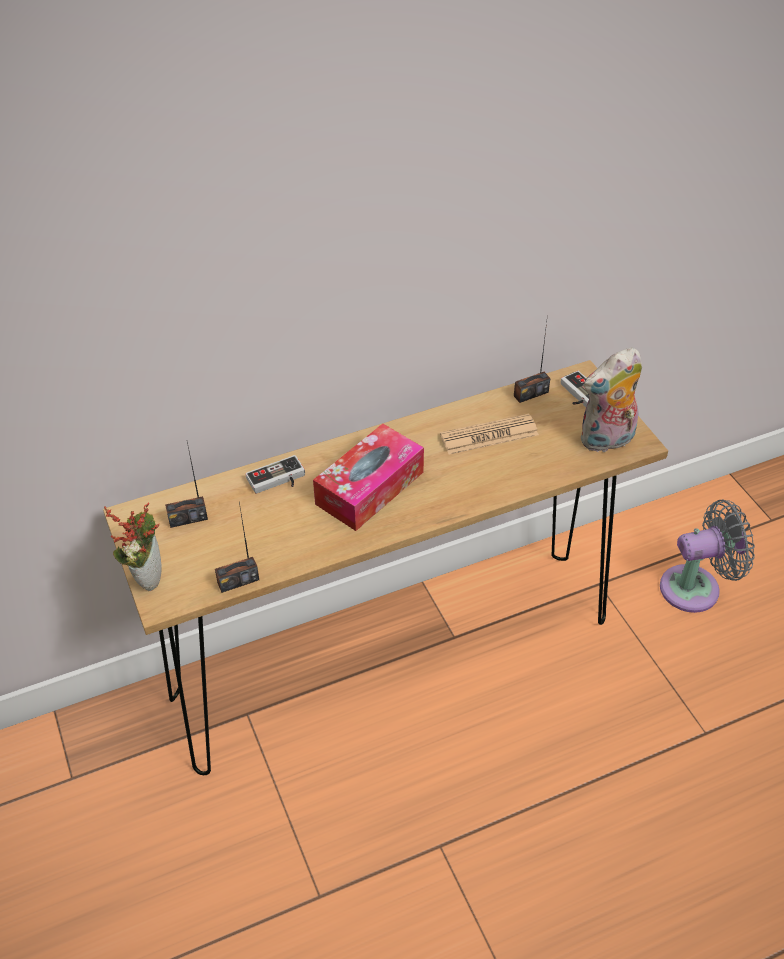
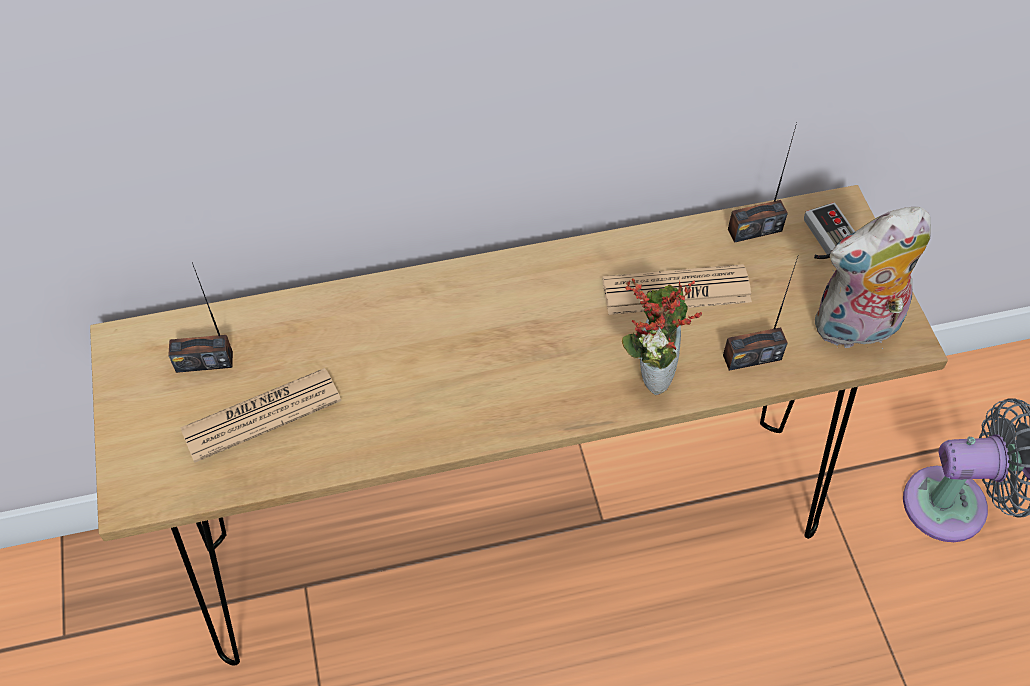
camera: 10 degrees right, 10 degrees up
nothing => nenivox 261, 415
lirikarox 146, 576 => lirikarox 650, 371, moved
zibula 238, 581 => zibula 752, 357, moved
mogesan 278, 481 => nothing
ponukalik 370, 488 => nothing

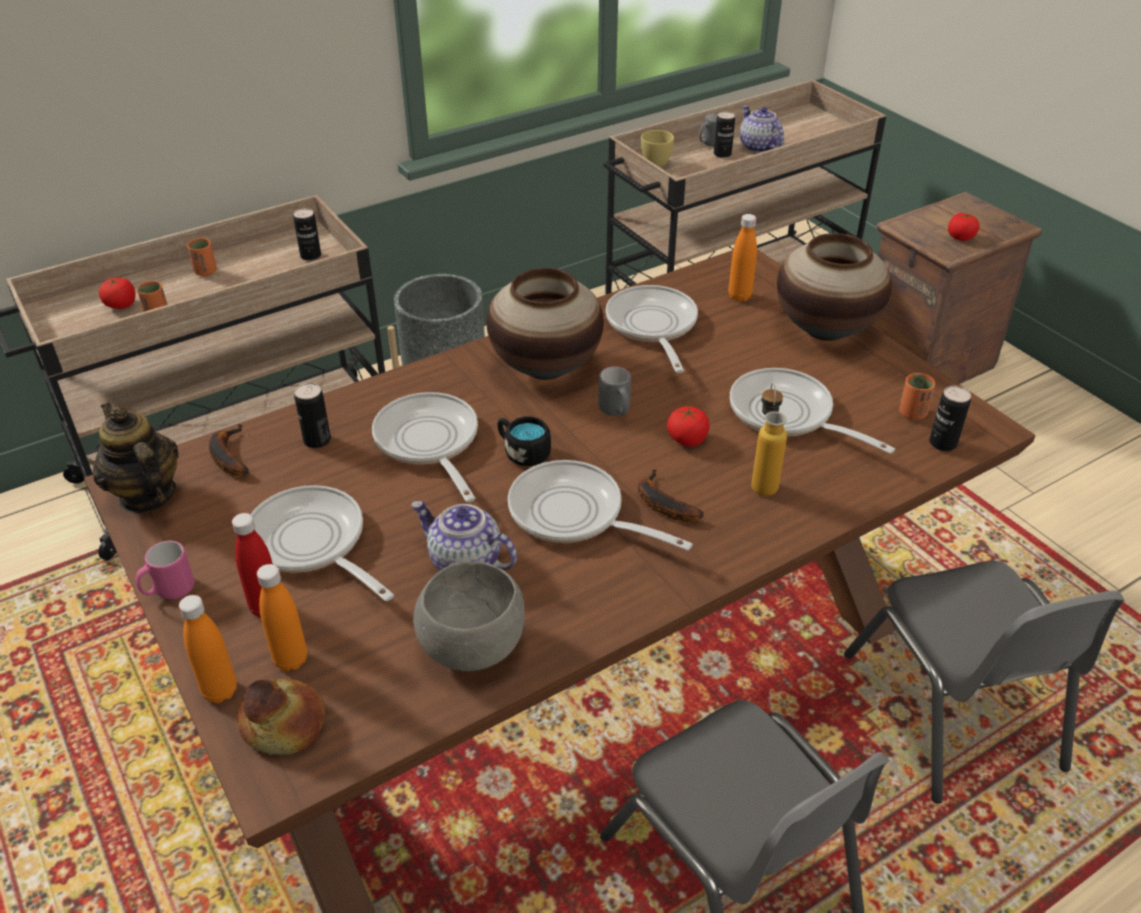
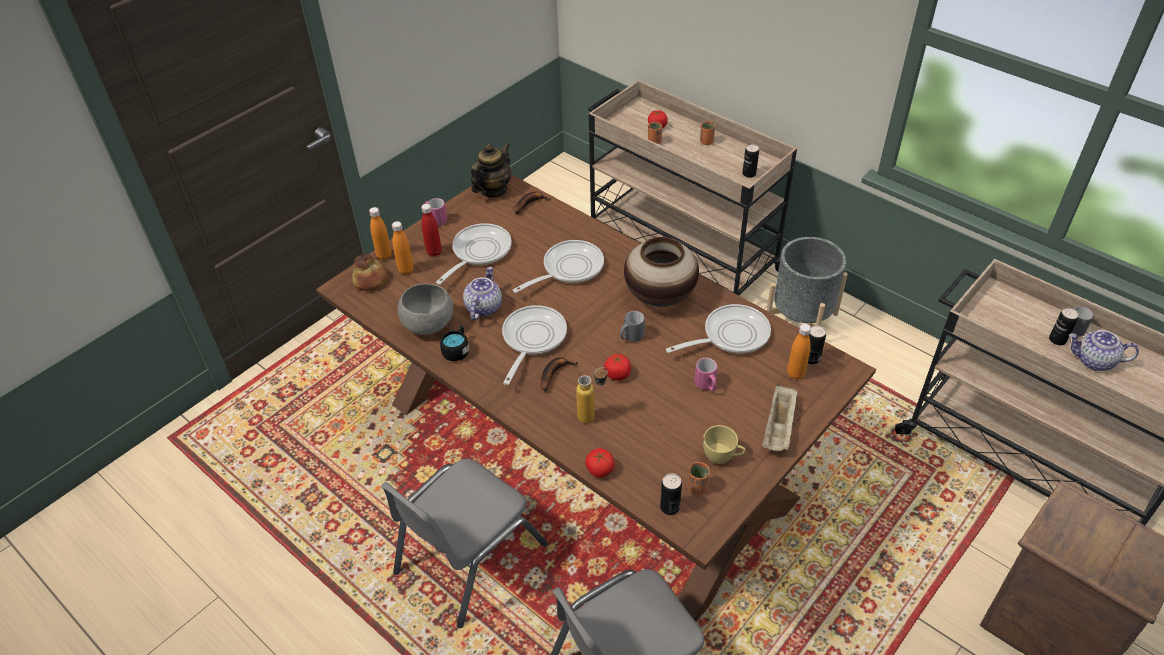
camera: 75 degrees right, 5 degrees up
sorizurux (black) 522, 452 => sorizurux (black) 457, 350, moved
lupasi 960, 237 => lupasi 599, 470, moved
nothing => sorizurux (pink) 706, 386
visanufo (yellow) 658, 161 => visanufo (yellow) 722, 457, moved
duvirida 825, 329 => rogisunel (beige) 779, 428
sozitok 317, 440 => sozitok 811, 358, moved
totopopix 758, 146 => totopopix 1094, 361, 120 degrees counterclockwise
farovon 787, 415 => nothing

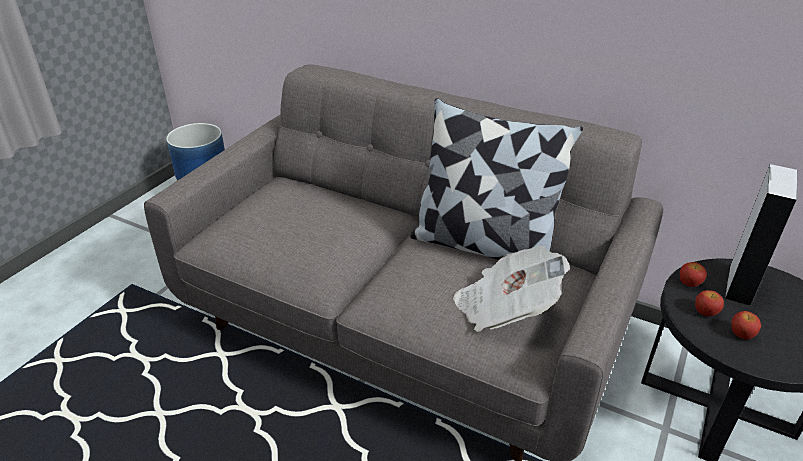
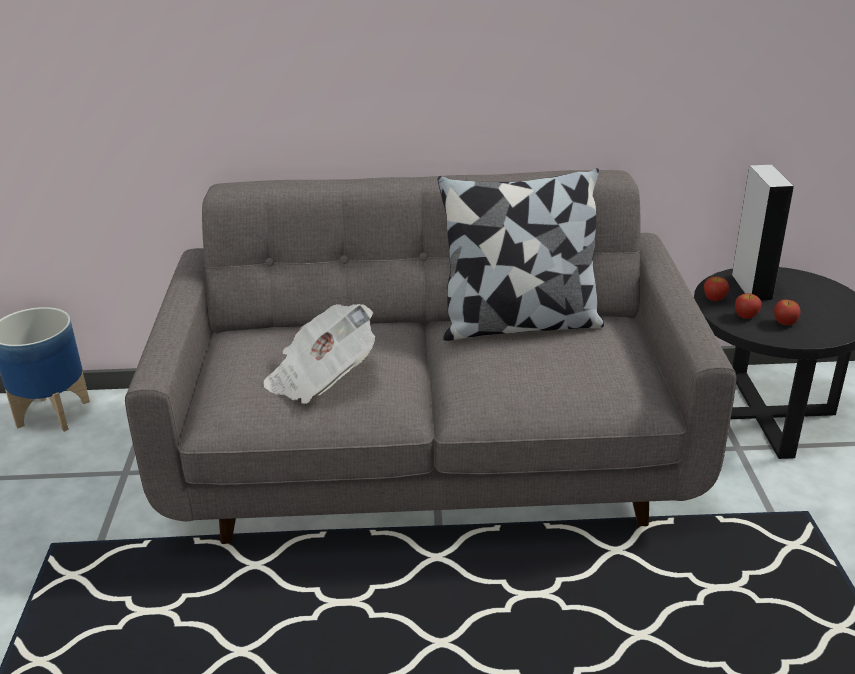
camera: 30 degrees left, 5 degrees down
nenivox 505, 308 => nenivox 321, 378, moved

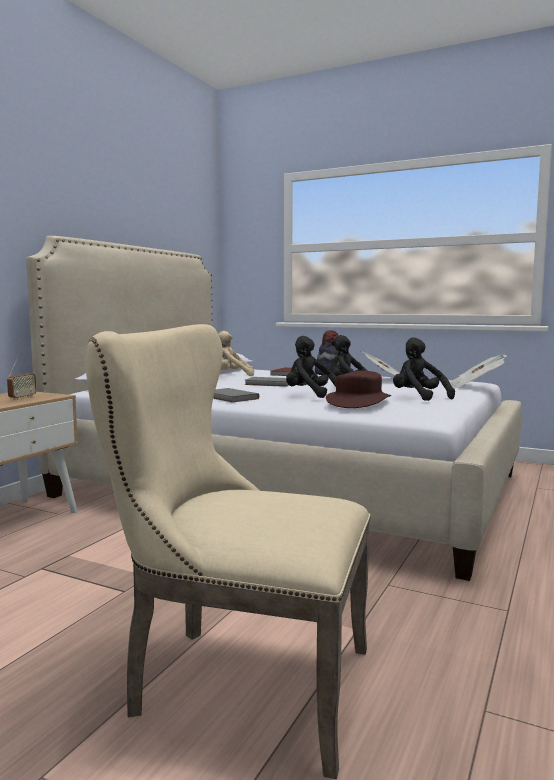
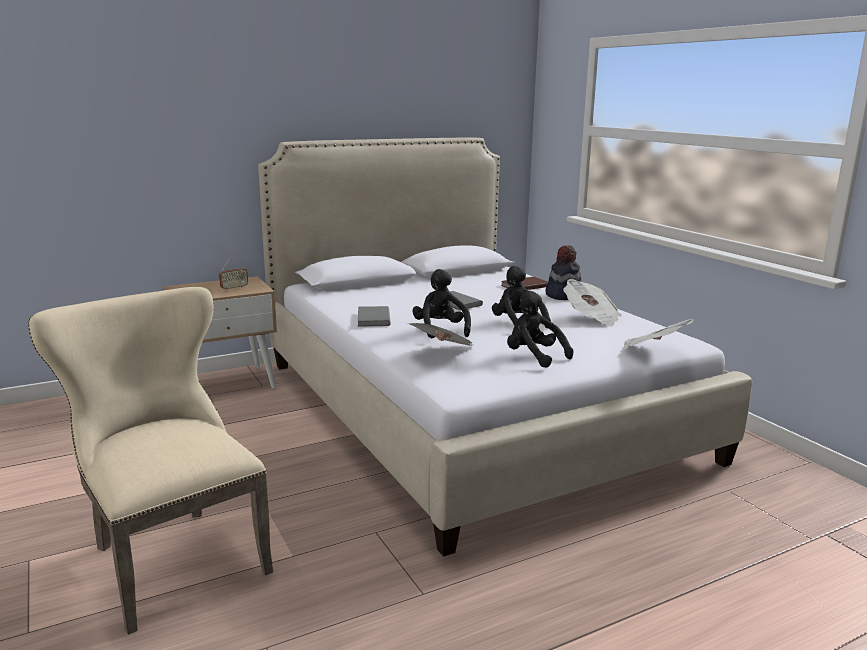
camera: 35 degrees right, 10 degrees up
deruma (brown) 358, 402 => nenivox 444, 352
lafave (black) 418, 397 => lafave (black) 534, 357, 45 degrees counterclockwise
lafave (beige) 232, 376 => nothing

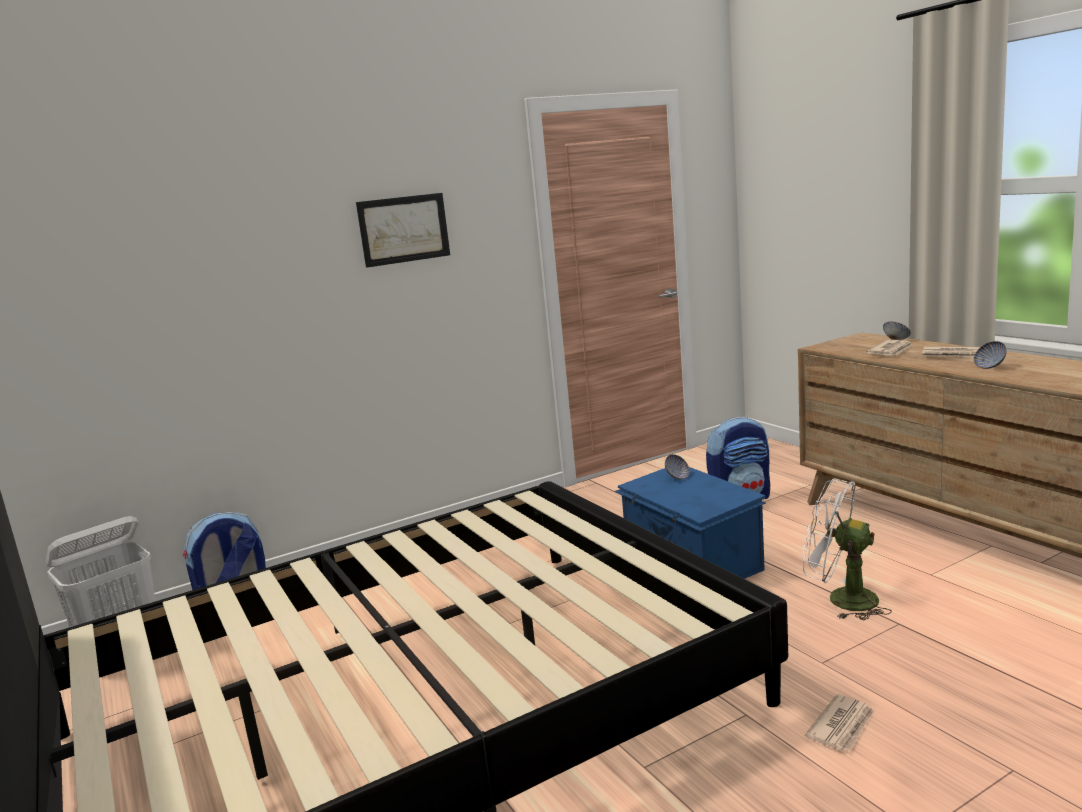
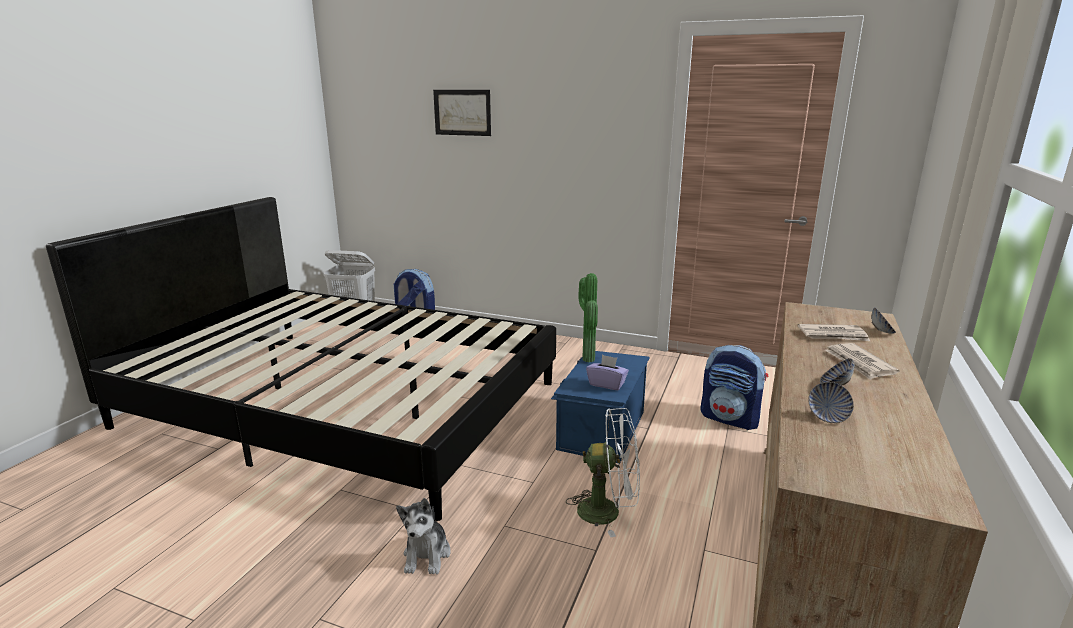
camera: 50 degrees right, 5 degrees up
nenivox 842, 726 => lafave 427, 555
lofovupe 404, 229 => lofovupe 462, 112, moved
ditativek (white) 841, 599 => ditativek (white) 608, 511, 105 degrees clockwise
nothing => lirikarox 586, 360
nothing => ponukalik (purple) 607, 384
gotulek 677, 477 => gotulek 827, 416, moved

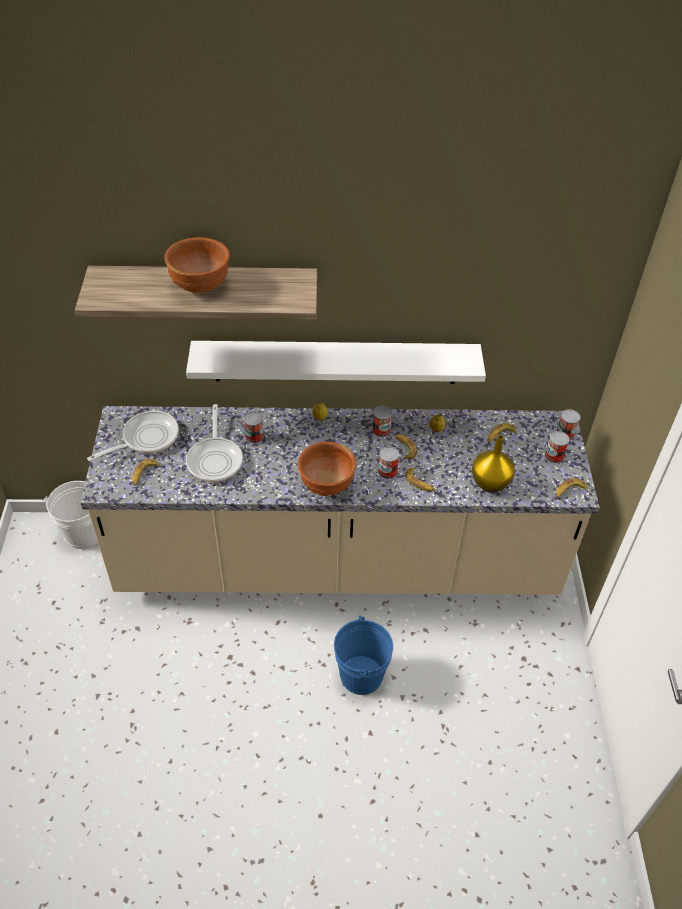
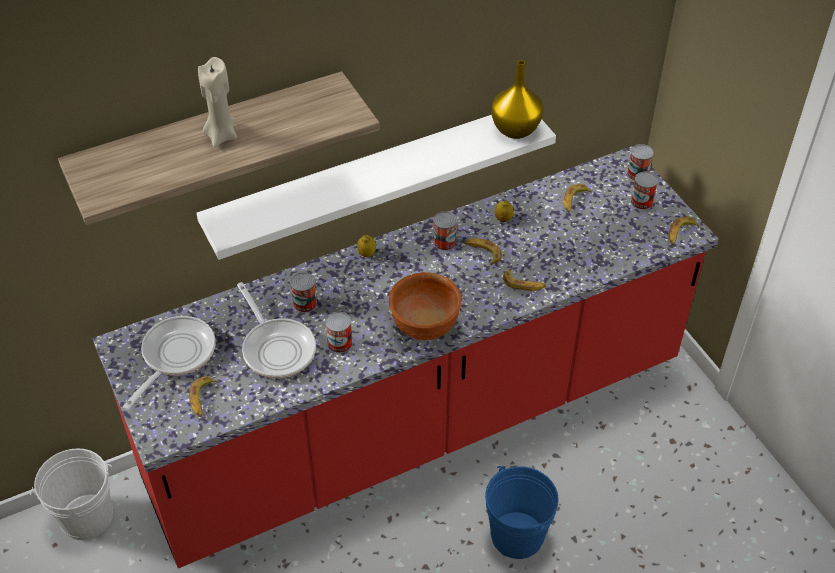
camera: 25 degrees left, 0 degrees up
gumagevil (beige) 337, 564 => gumagevil (red) 417, 424
gotulek (brown) 201, 286 => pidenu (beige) 221, 136
sozitok 387, 471 => sozitok 339, 343, moved
duvirida (yellow) 489, 483 => duvirida (yellow) 514, 130, moved

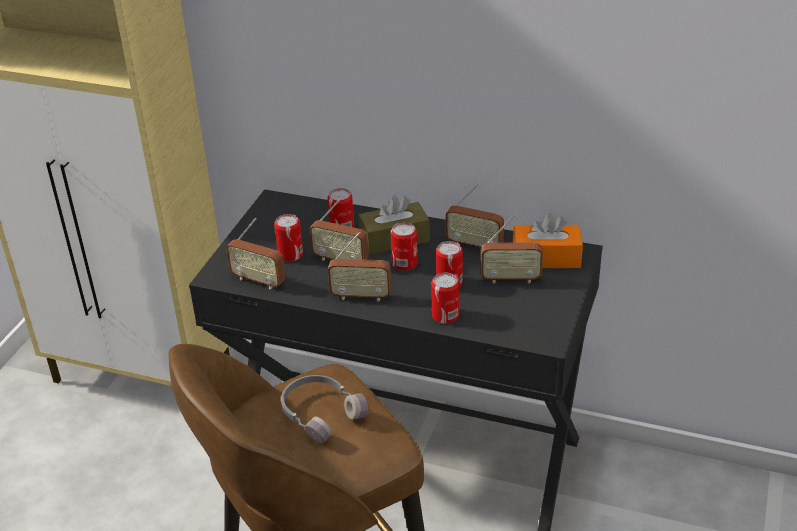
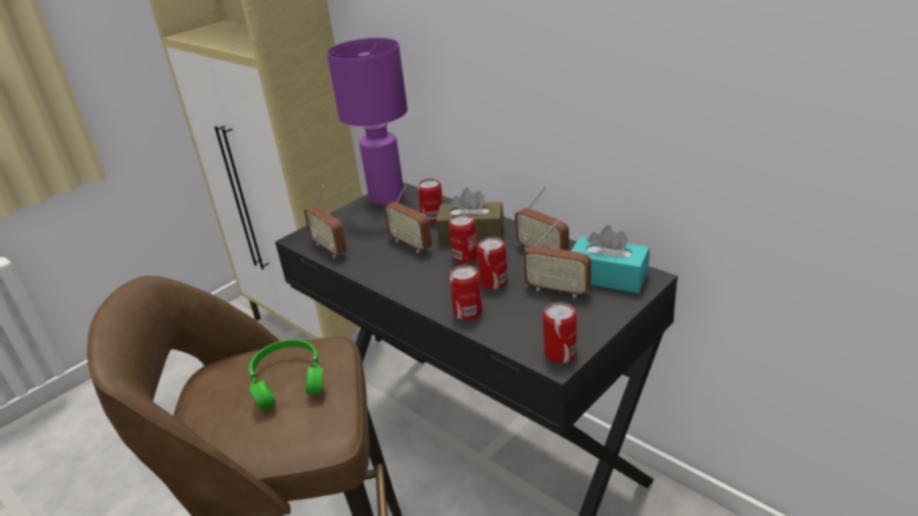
camera: 25 degrees right, 5 degrees down
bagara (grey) 321, 413 => bagara (green) 289, 379
nothing => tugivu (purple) 388, 197
sozitok 290, 254 => sozitok 560, 353, moved
ponukalik (orange) 546, 258 => ponukalik (turquoise) 608, 277
zibula 361, 296 => nothing

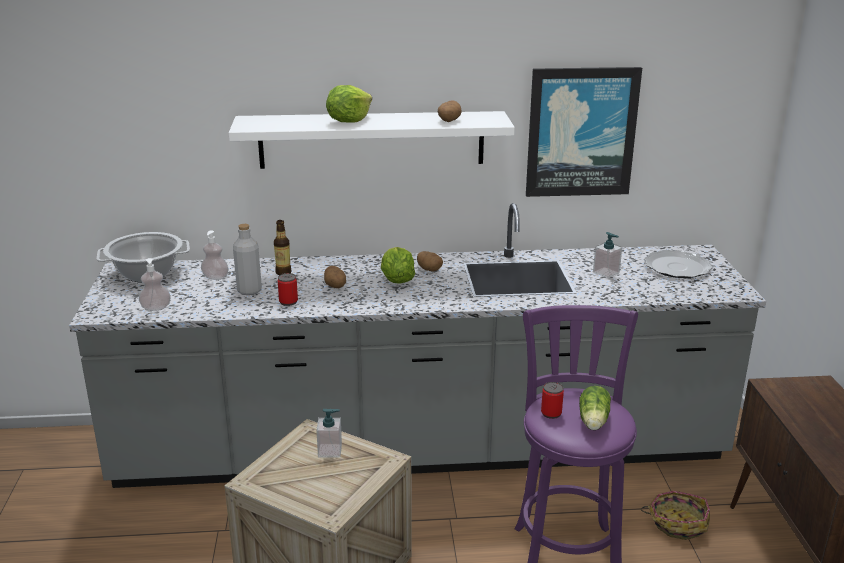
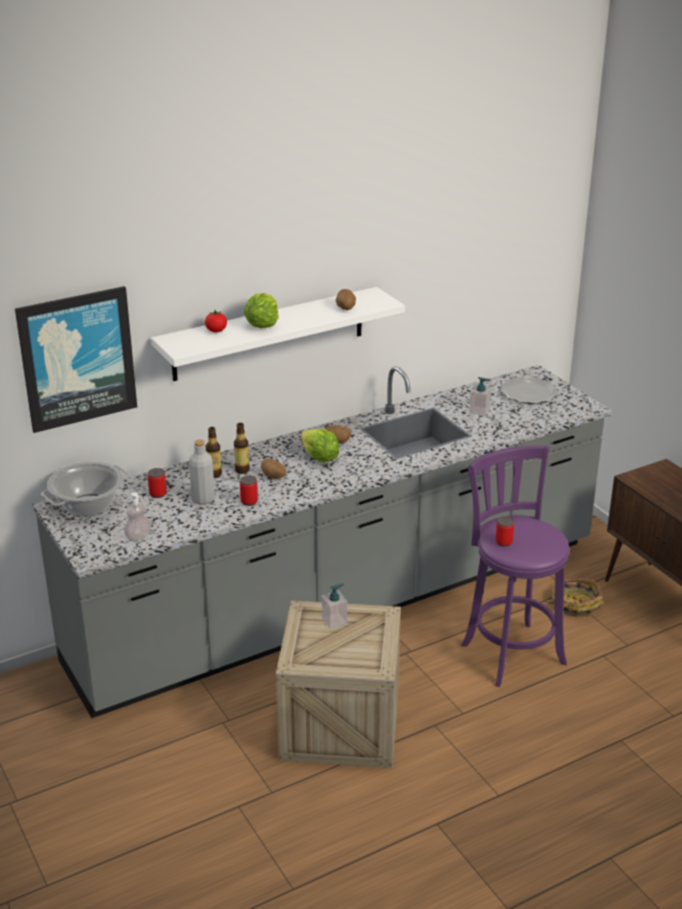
camera: 25 degrees left, 5 degrees up
lofovupe 581, 132 => lofovupe 77, 358, moved
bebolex 215, 277 => sozitok 157, 494
nothing => lupasi 216, 331
nothing => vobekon 242, 470
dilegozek 593, 422 => nothing

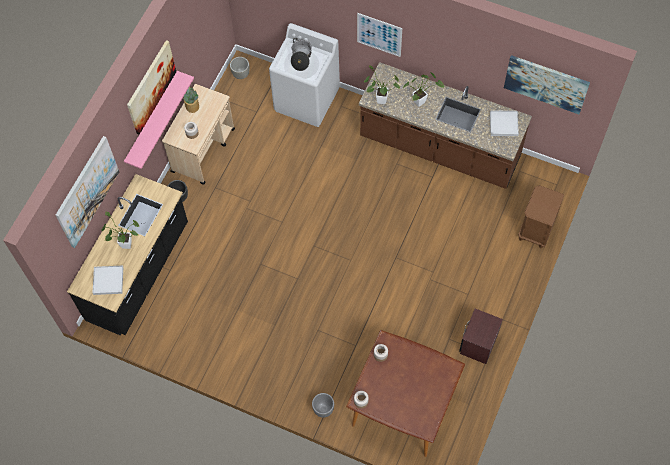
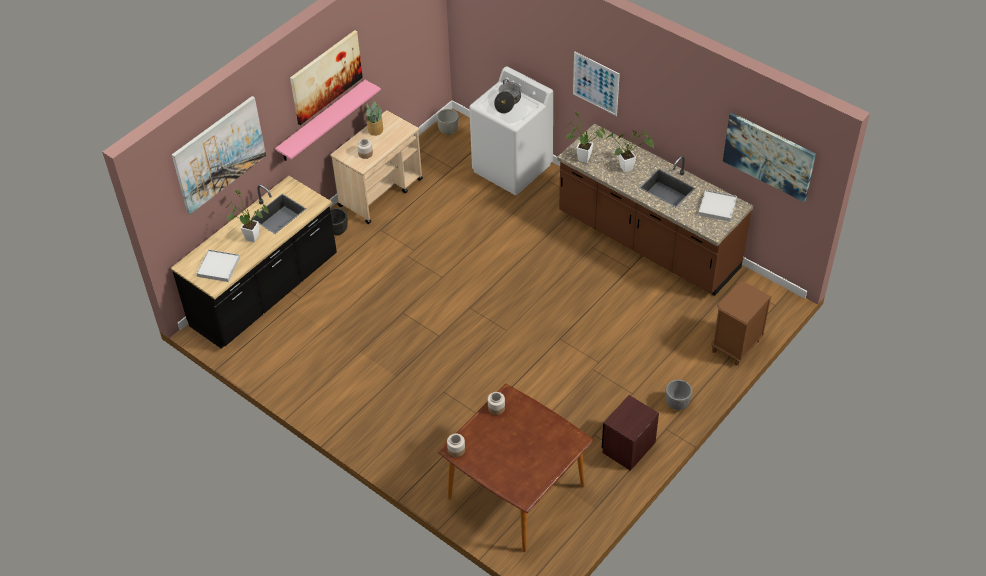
camera: 15 degrees right, 15 degrees down
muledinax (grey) 323, 410 => muledinax (grey) 676, 404, moved

